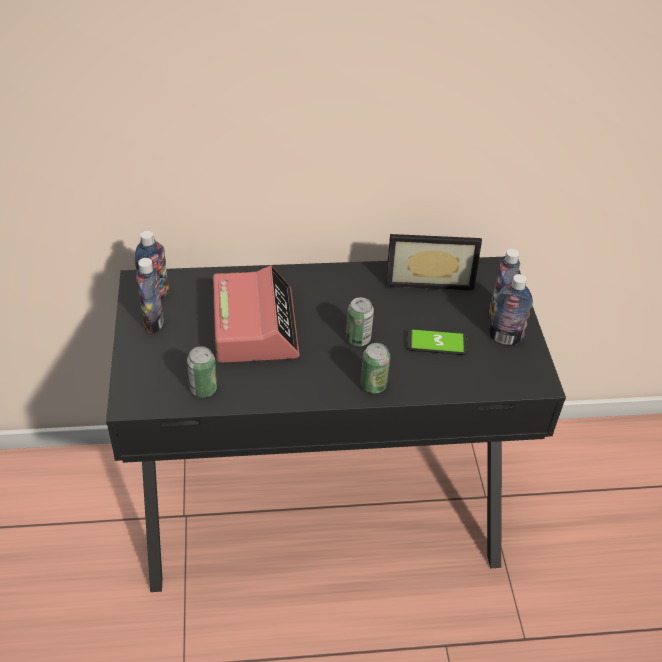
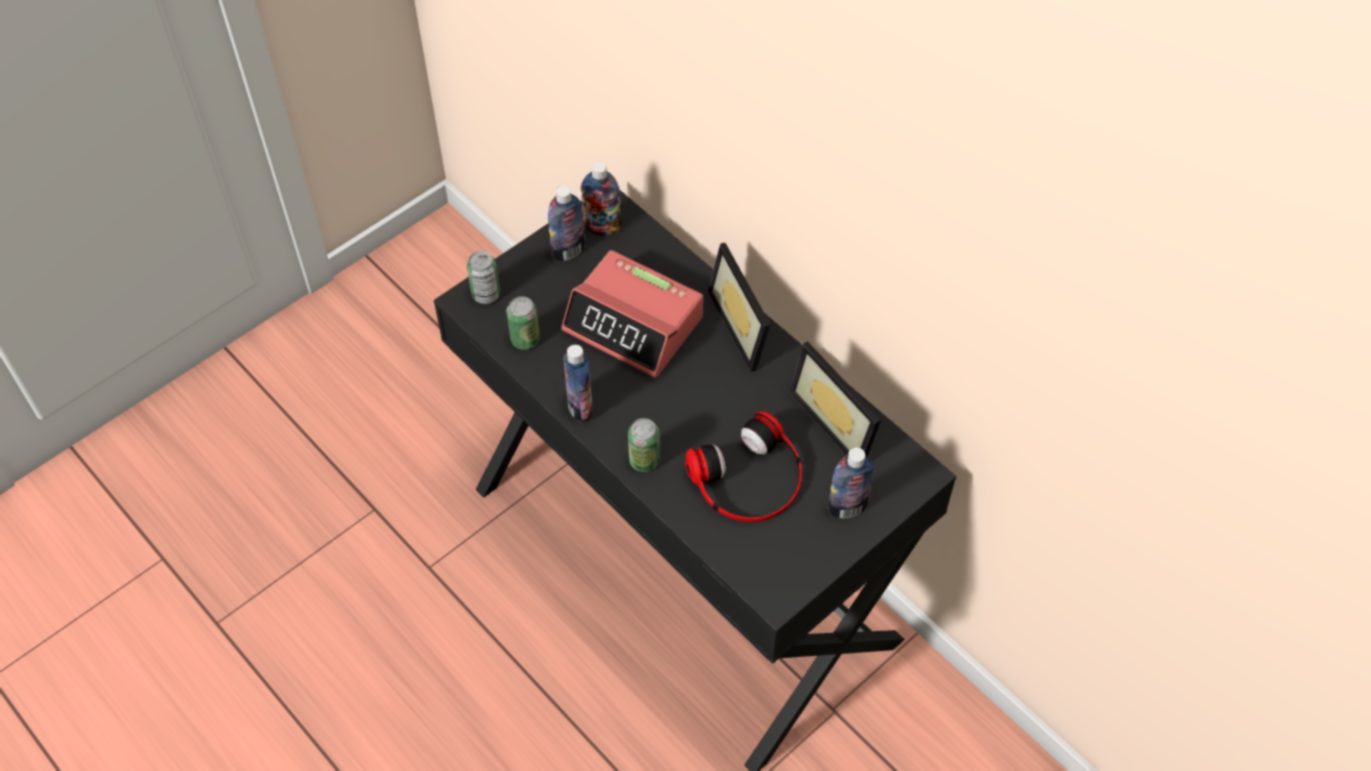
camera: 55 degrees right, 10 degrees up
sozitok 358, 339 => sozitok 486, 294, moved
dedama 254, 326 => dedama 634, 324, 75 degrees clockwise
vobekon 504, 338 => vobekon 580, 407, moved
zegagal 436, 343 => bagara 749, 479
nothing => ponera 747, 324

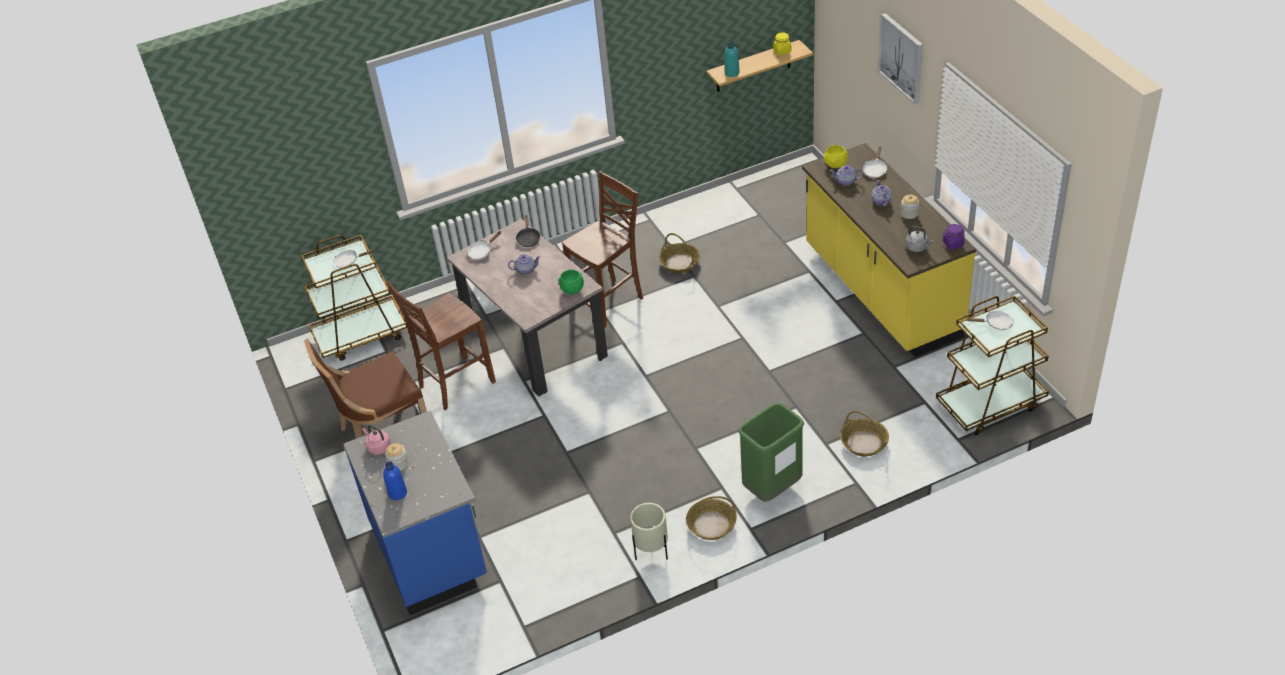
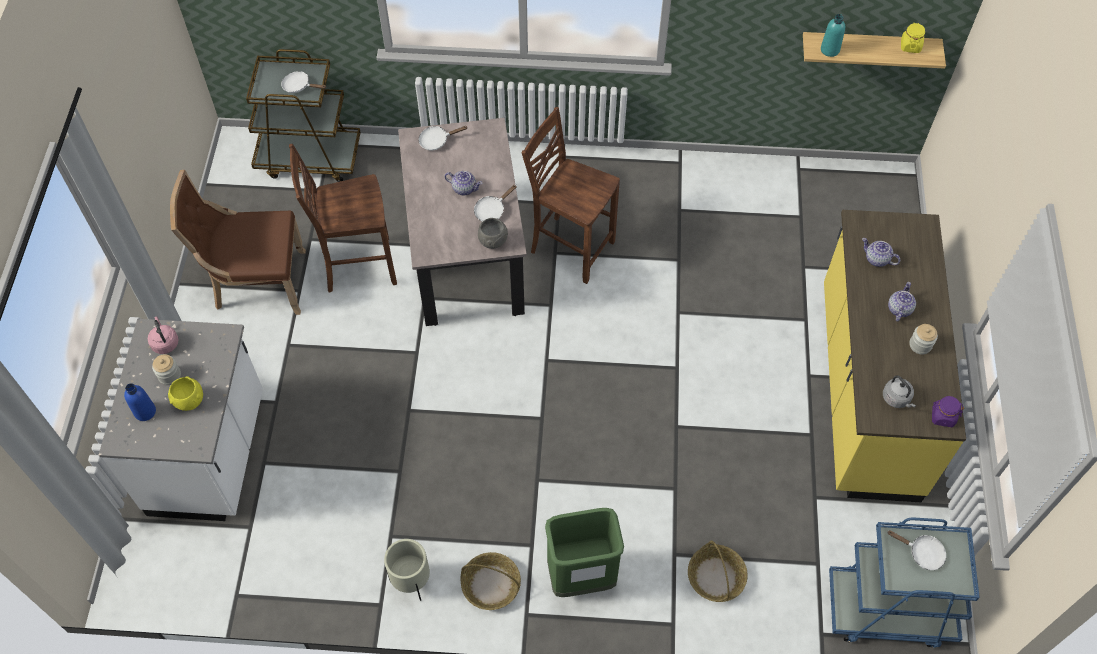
camera: 25 degrees right, 15 degrees up
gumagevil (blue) 431, 553 => gumagevil (white) 210, 455
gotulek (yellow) 835, 165 => gotulek (yellow) 189, 401, moved
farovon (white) 875, 170 => farovon (white) 492, 210, moved
gotulek (green) 572, 290 => gotulek (grey) 492, 241
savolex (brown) 609, 302 => savolex (brown) 570, 247, 135 degrees counterclockwise
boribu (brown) 990, 404 => boribu (blue) 889, 609
farovon (black) 528, 238 => nothing
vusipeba 679, 263 => nothing
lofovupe 902, 57 => nothing

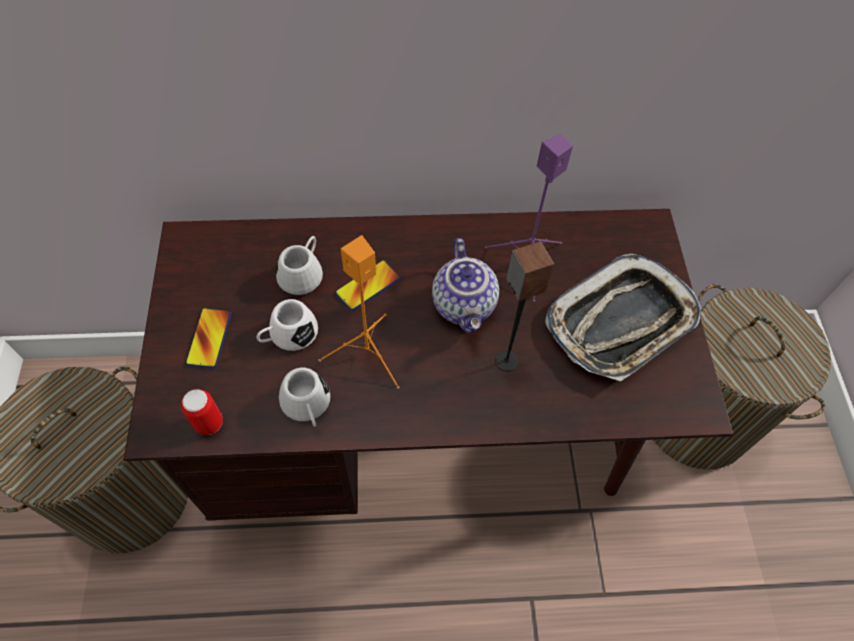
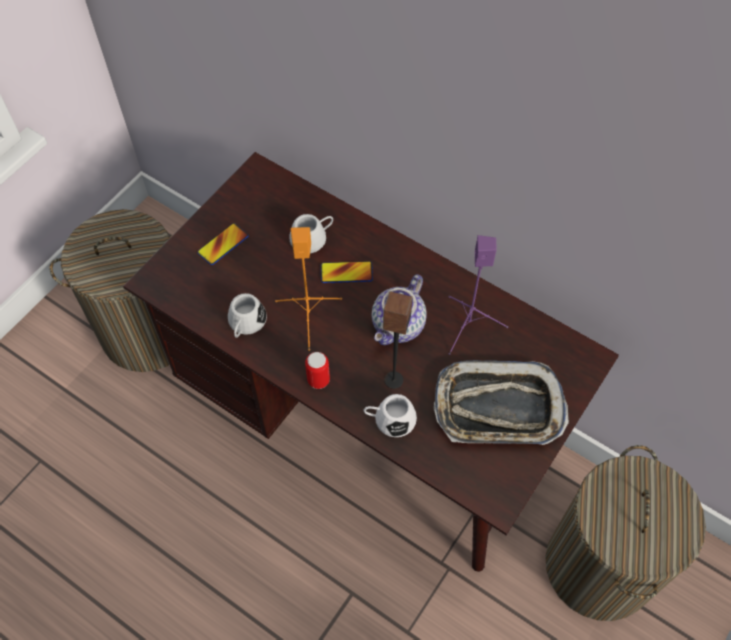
camera: 40 degrees right, 0 degrees up
sozitok 209, 423 => sozitok 318, 380, moved
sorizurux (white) 288, 335 => sorizurux (white) 389, 419, moved

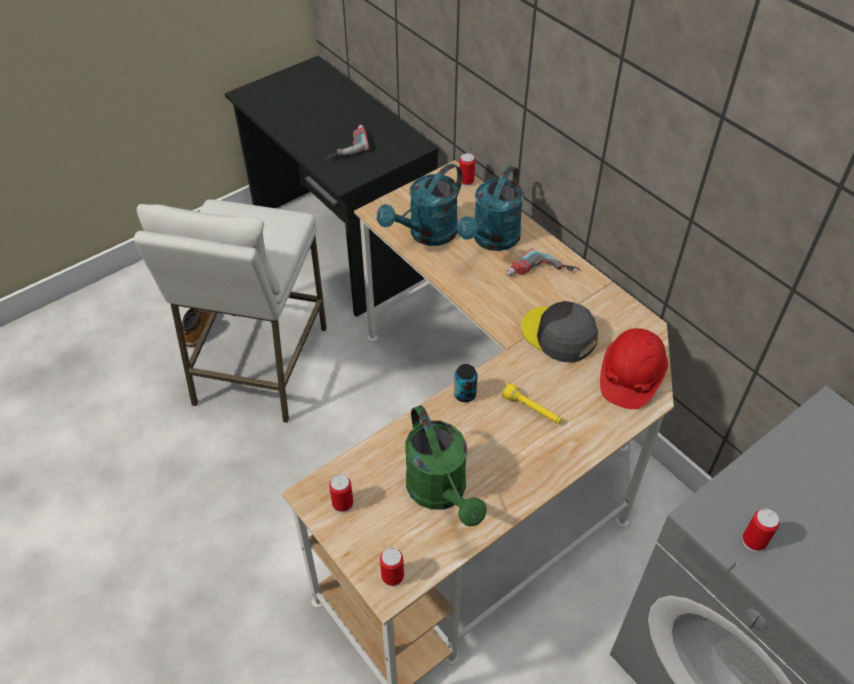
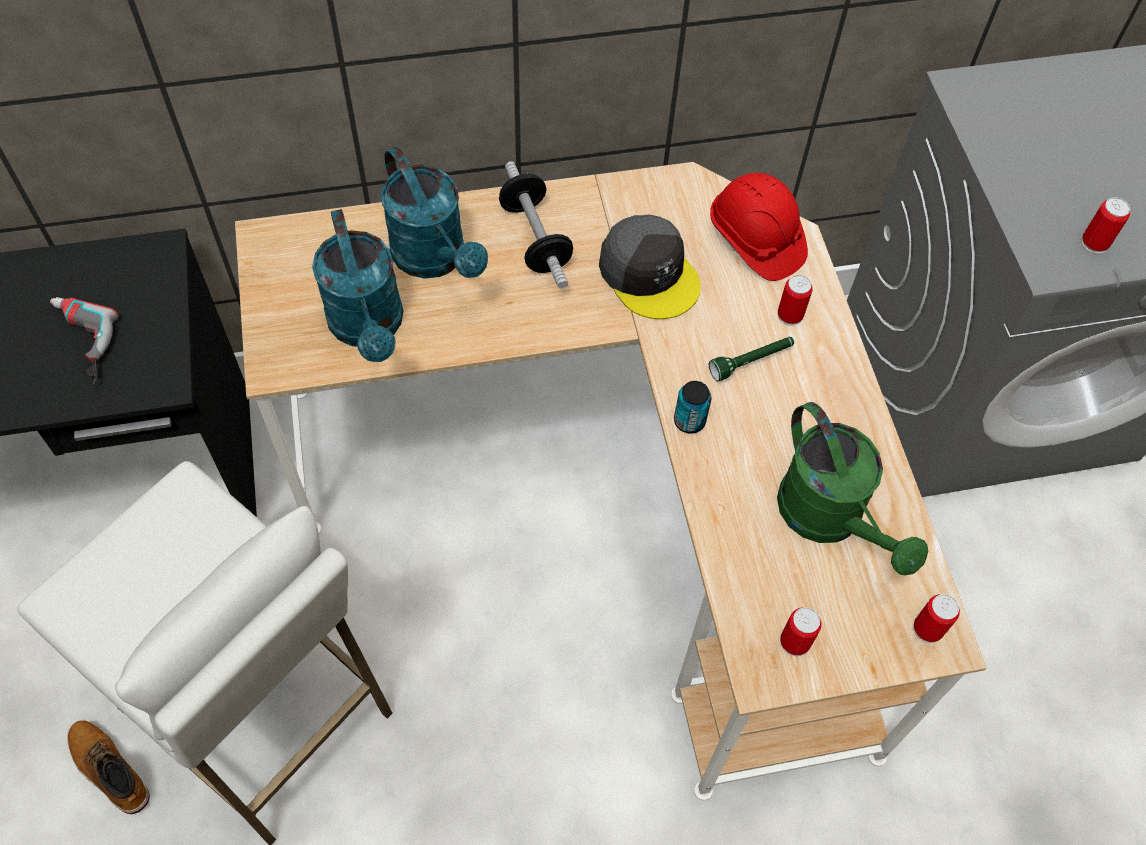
camera: 65 degrees left, 10 degrees up
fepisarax 541, 274 => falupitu 535, 239
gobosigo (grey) 558, 335 => gobosigo (grey) 649, 274, 105 degrees counterclockwise
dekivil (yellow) 531, 409 => dekivil (green) 751, 362
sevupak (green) 441, 493 => sevupak (green) 830, 519, 60 degrees clockwise
sozitok 466, 181 => sozitok 790, 315, moved

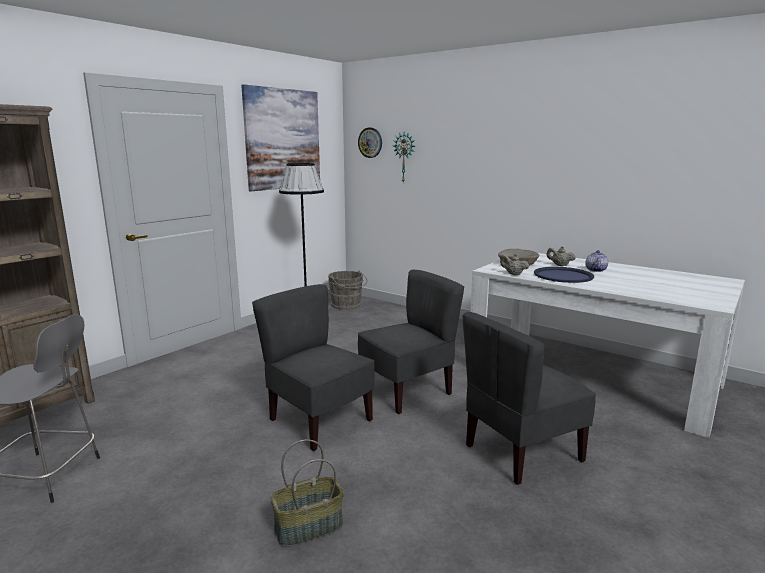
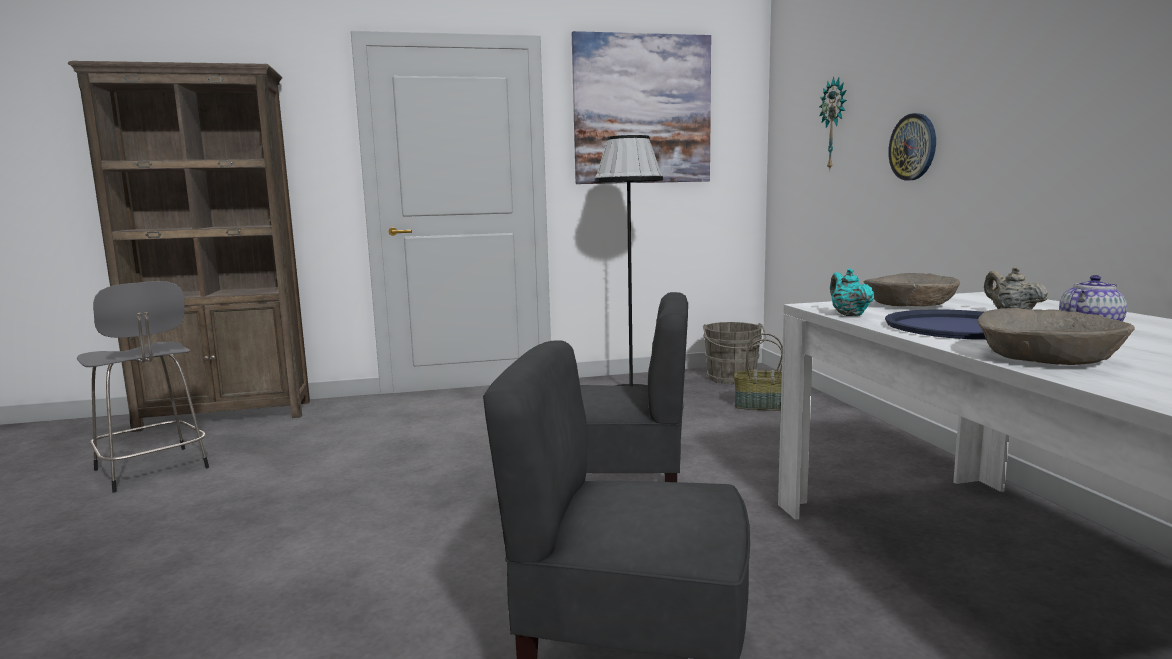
camera: 40 degrees right, 5 degrees down
vusipeba 308, 528 => vusipeba 761, 406, moved
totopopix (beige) 513, 274 => totopopix (turquoise) 848, 314
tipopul 370, 142 => tipopul 913, 147, moved
nothing => gotulek (beige) 1049, 358
savolex (grey) 319, 421 => nothing

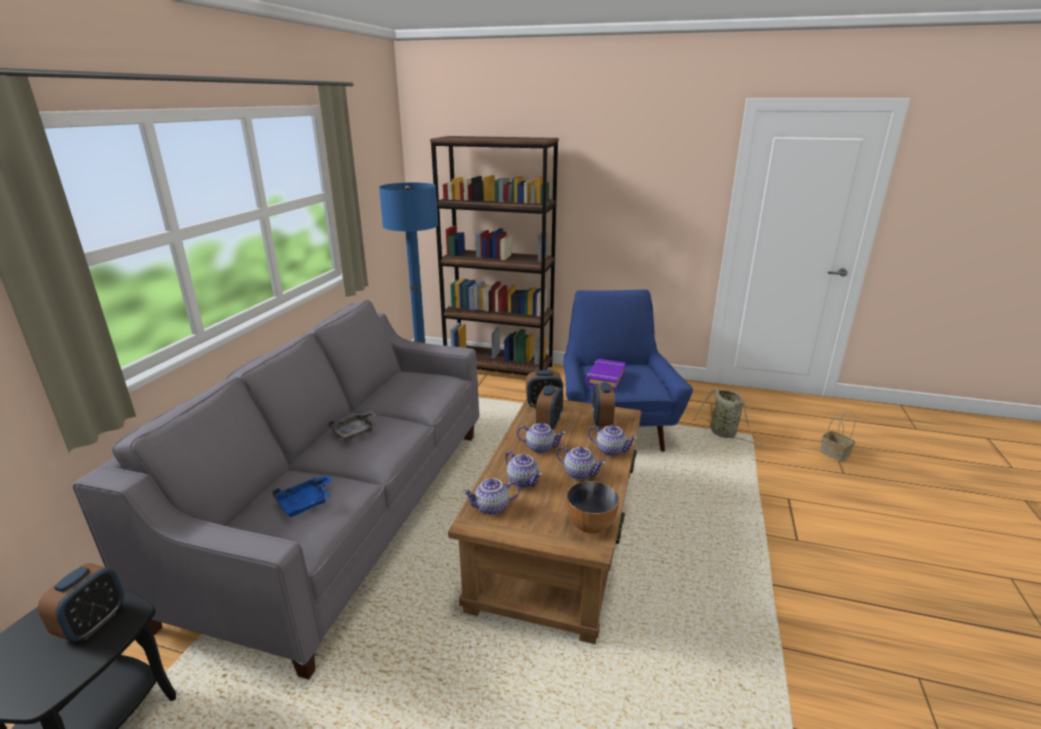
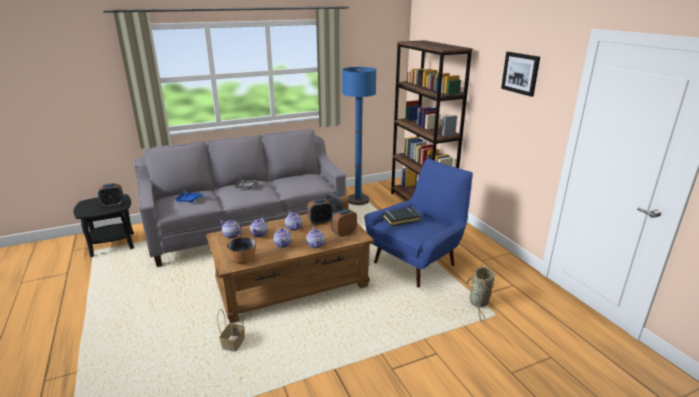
camera: 50 degrees right, 0 degrees up
vusipeba 833, 453 => vusipeba 233, 343, moved
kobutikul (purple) 605, 377 => kobutikul (black) 401, 219
nothing => lofovupe 520, 73

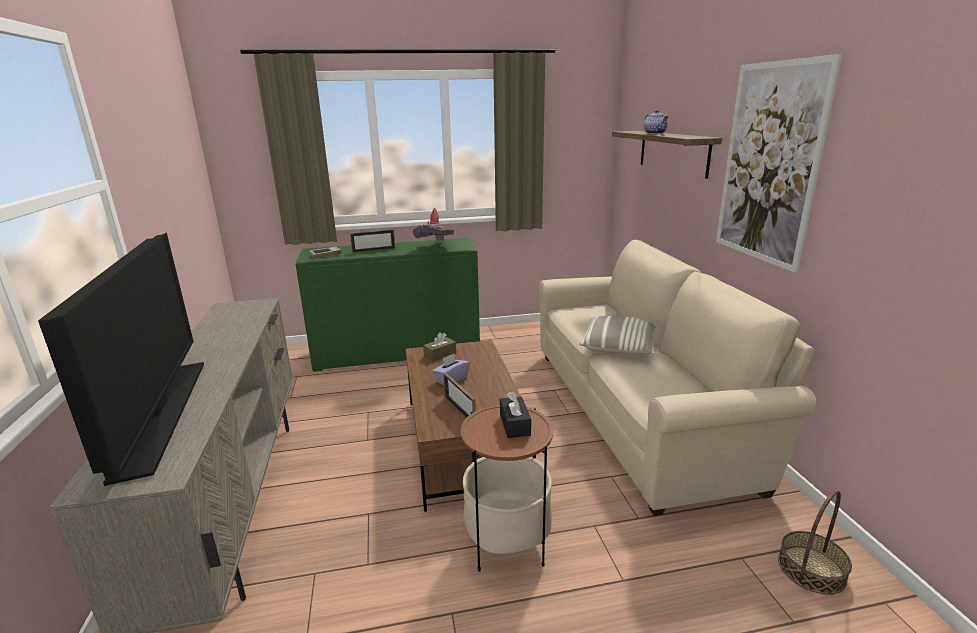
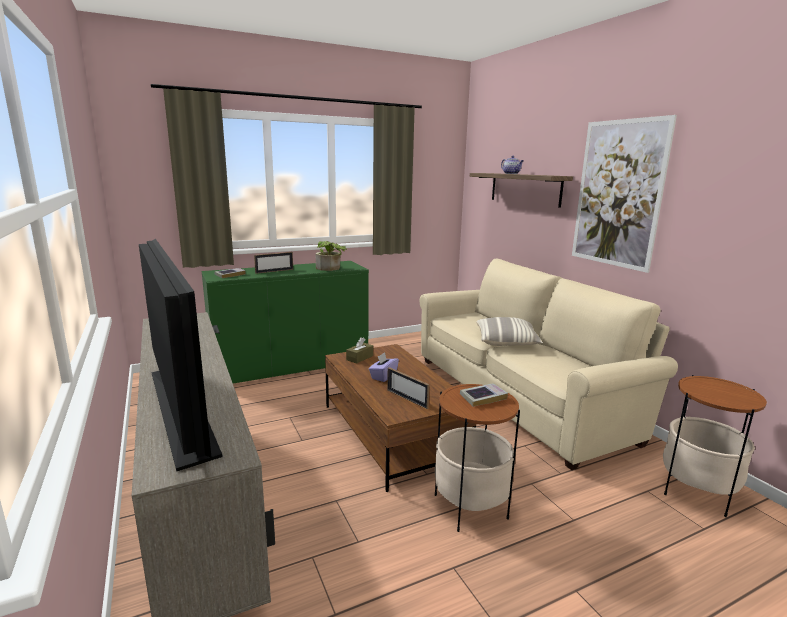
camera: 15 degrees left, 5 degrees down
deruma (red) 435, 248 => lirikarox 330, 268
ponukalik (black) 514, 424 => kobutikul 483, 397
vusipeba 811, 569 => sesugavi 696, 491

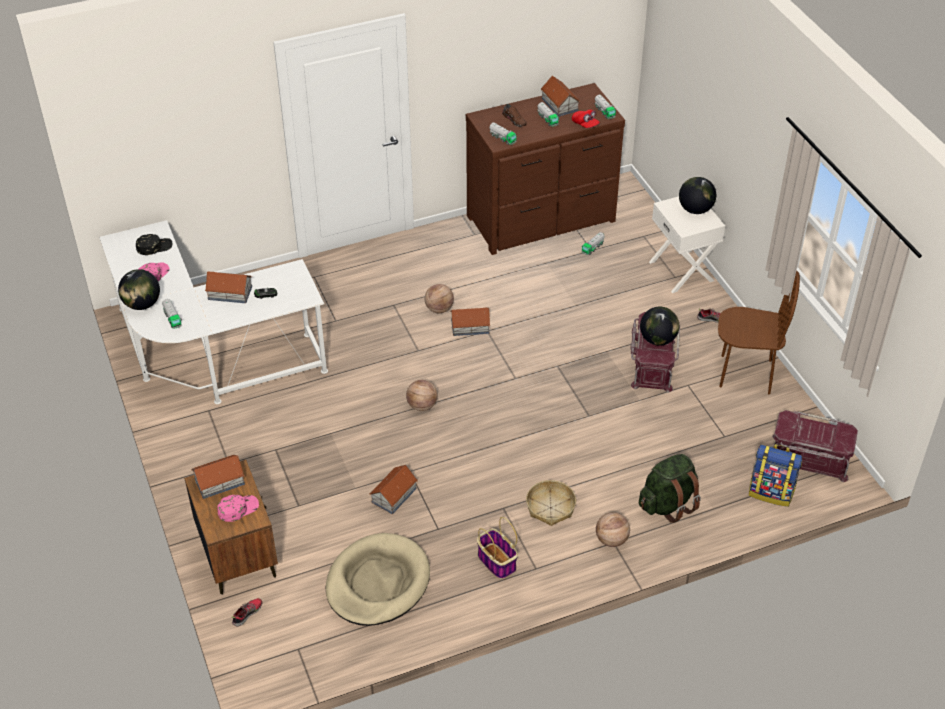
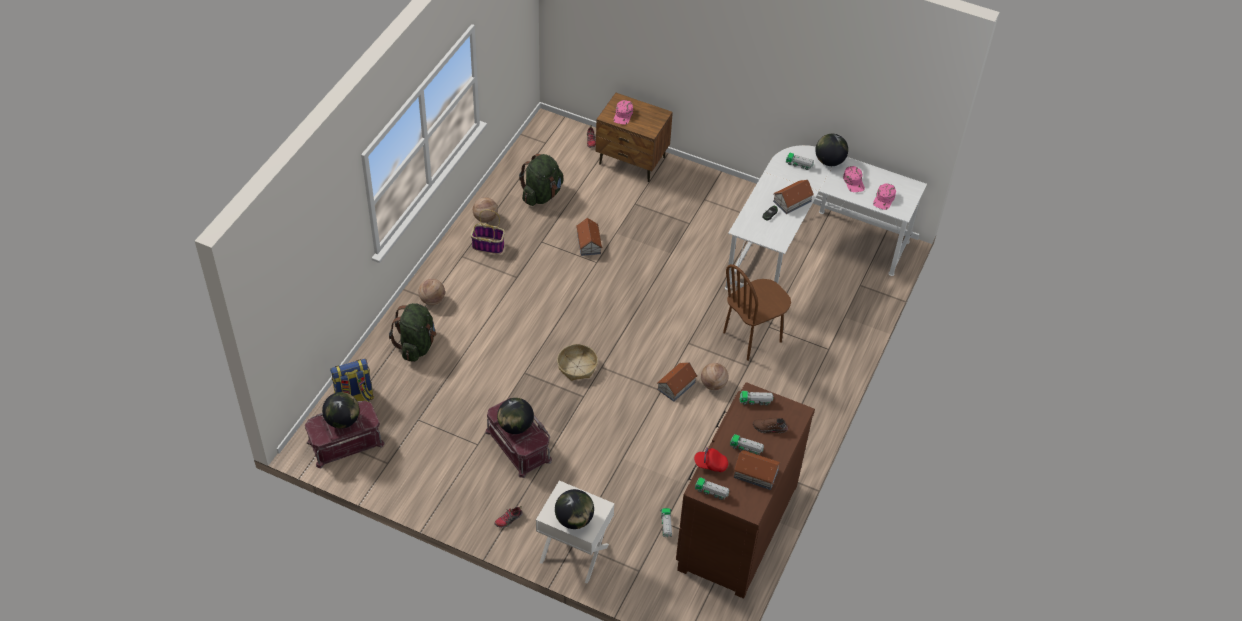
camera: 135 degrees right, 5 degrees up
nothing => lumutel 342, 420
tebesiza 422, 405 => tebesiza 485, 218, moved
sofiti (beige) 377, 583 => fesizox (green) 542, 195
vusipeba 550, 508 => vusipeba 577, 366, moved
savolex (brown) 745, 374 => savolex (brown) 752, 337, moved
gobosigo (black) 154, 247 => gobosigo (pink) 884, 199
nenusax 220, 481 => nothing

